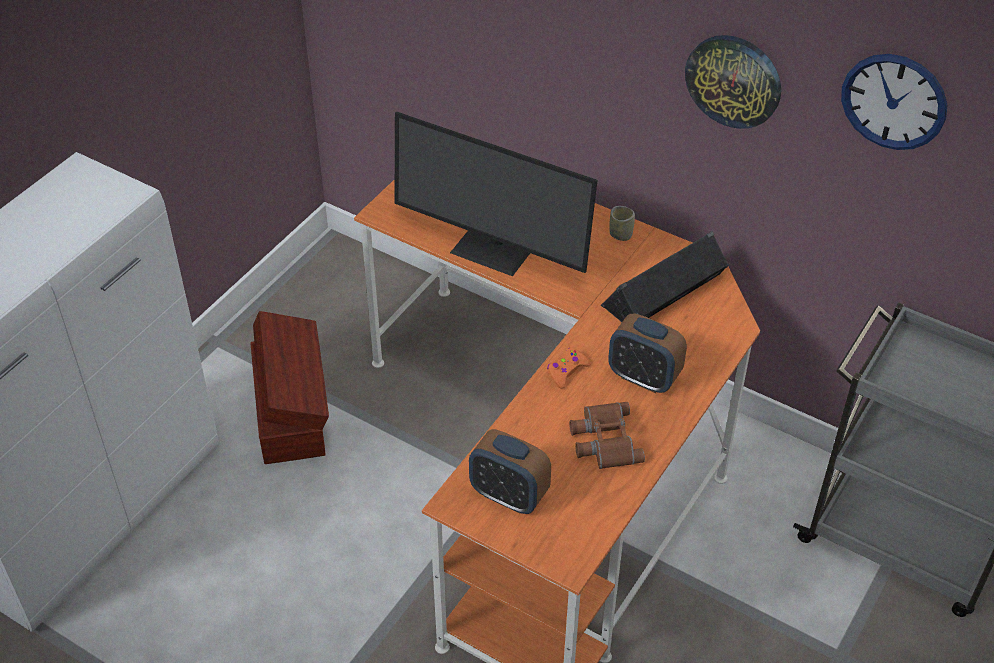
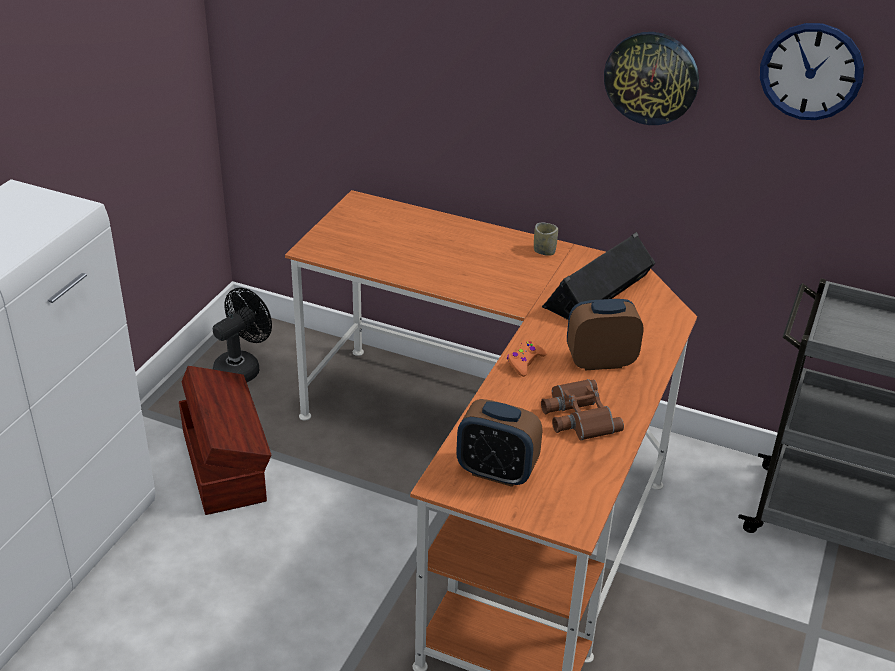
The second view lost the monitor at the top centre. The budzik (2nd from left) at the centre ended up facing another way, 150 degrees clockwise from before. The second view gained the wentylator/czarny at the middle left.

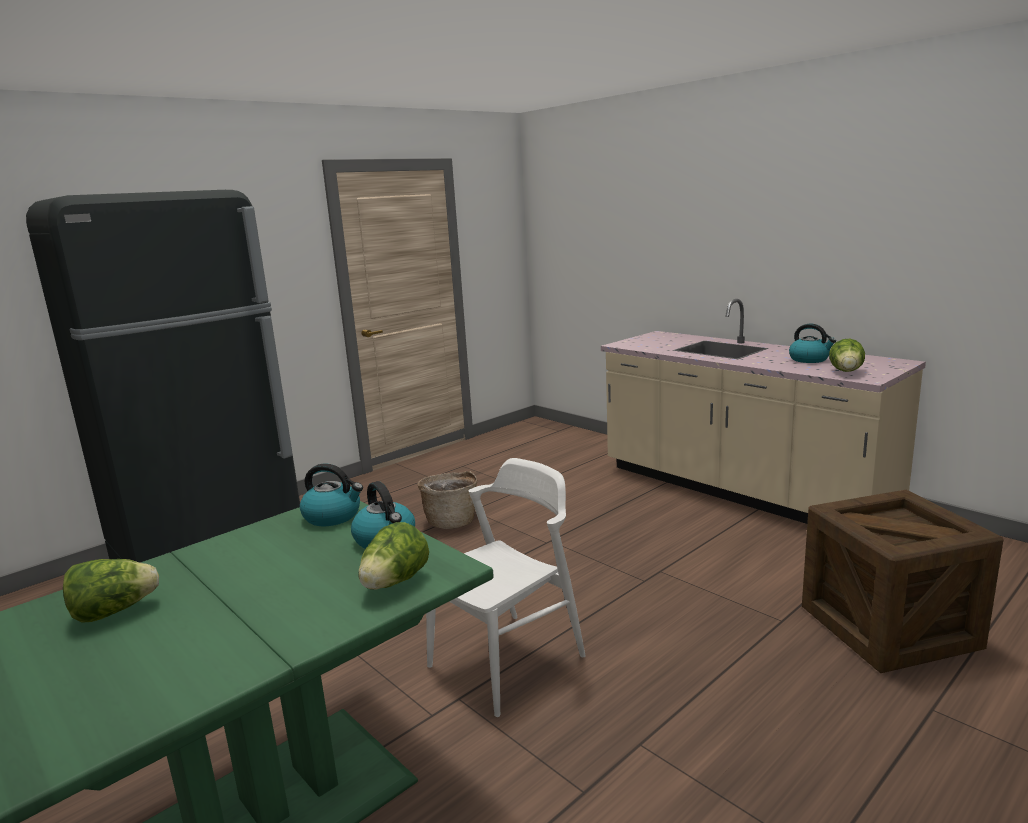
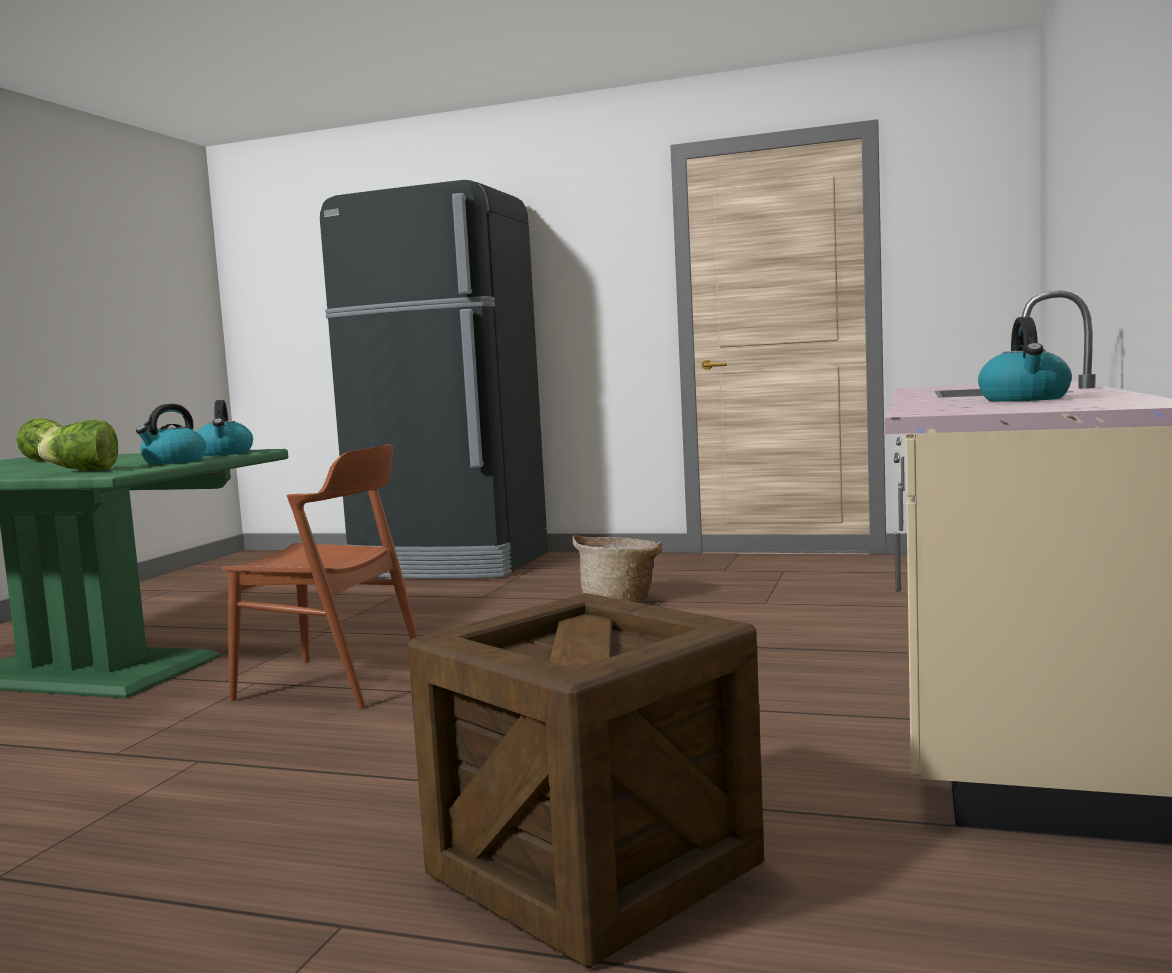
The second view lost the sałata (3rd from left) at the middle right. What was the krzesło/biały at the bottom centre turned into the krzesło/brązowy at the middle left.

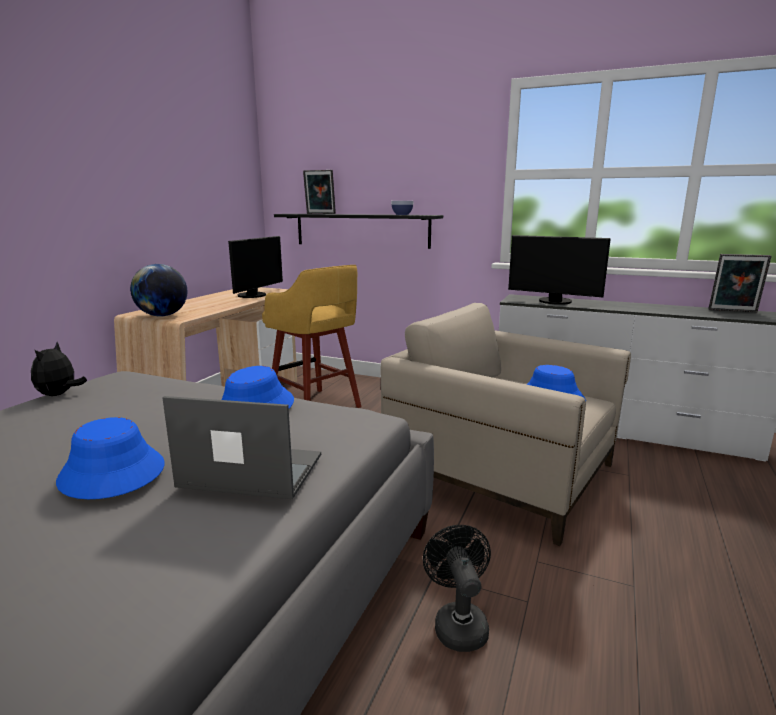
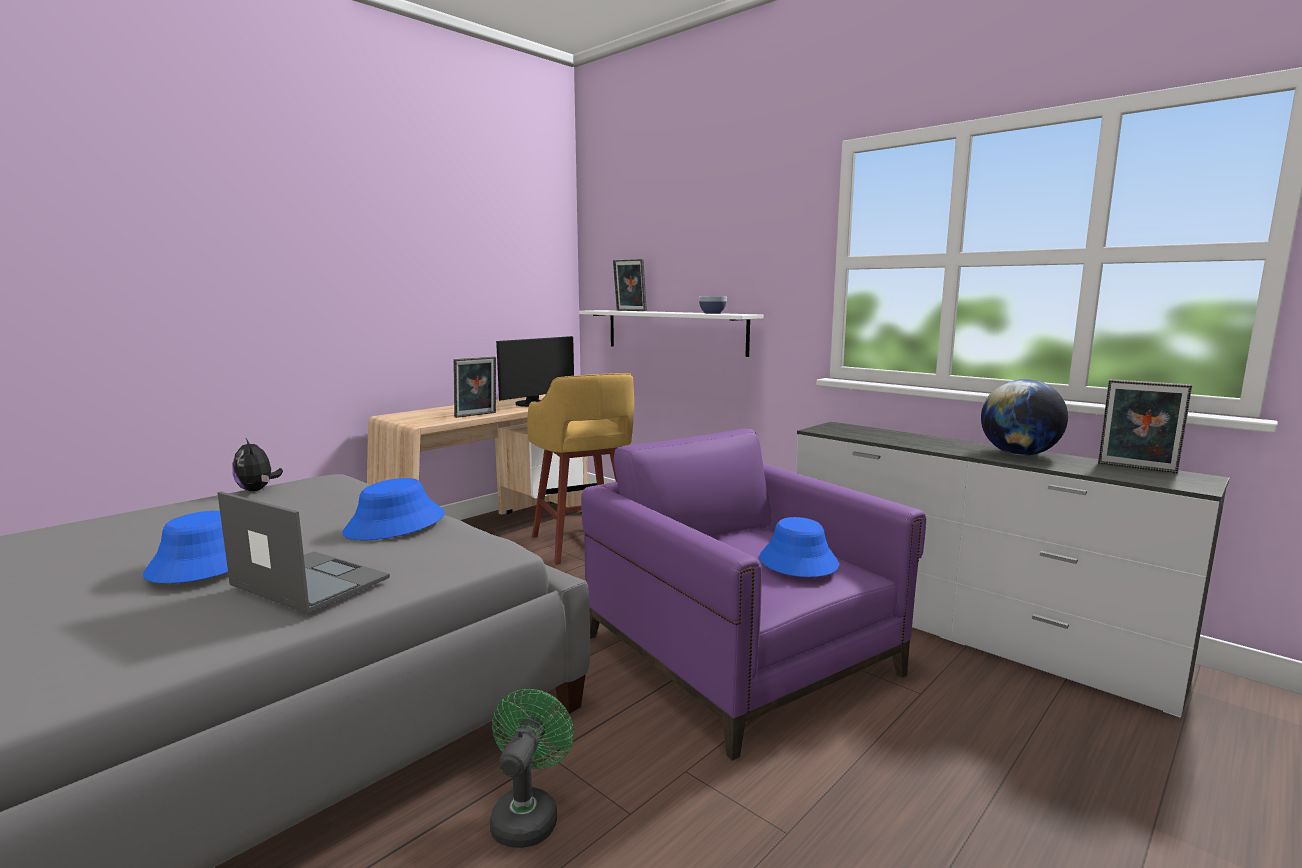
What was the półka/czarny at the top centre turned into the półka/biały at the centre. The second view lost the monitor (2nd from left) at the middle right. The globus ended up elsewhere, having gone from the middle left to the middle right. What was the fotel/beżowy at the centre turned into the fotel/fioletowy at the bottom centre. The pluszak at the middle left ended up facing another way, 60 degrees counterclockwise from before. What was the wentylator/czarny at the bottom centre turned into the wentylator/zielony at the bottom centre. The second view gained the ramka na zdjęcie (1st from left) at the centre.

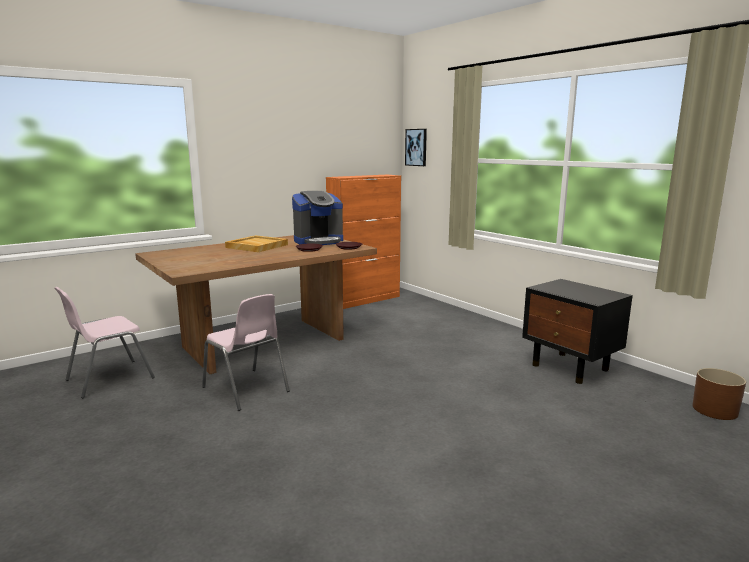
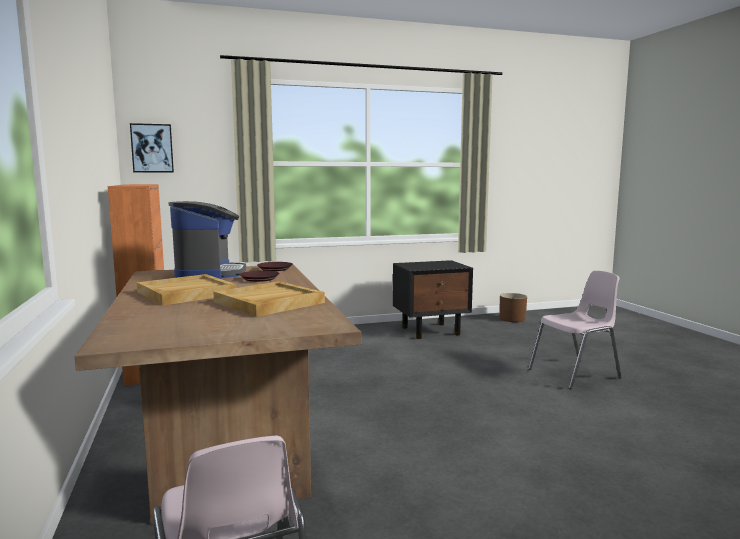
The krzesło/różowy (2nd from left) ended up elsewhere, having gone from the middle left to the middle right. The second view gained the taca/beżowy (2nd from left) at the centre.

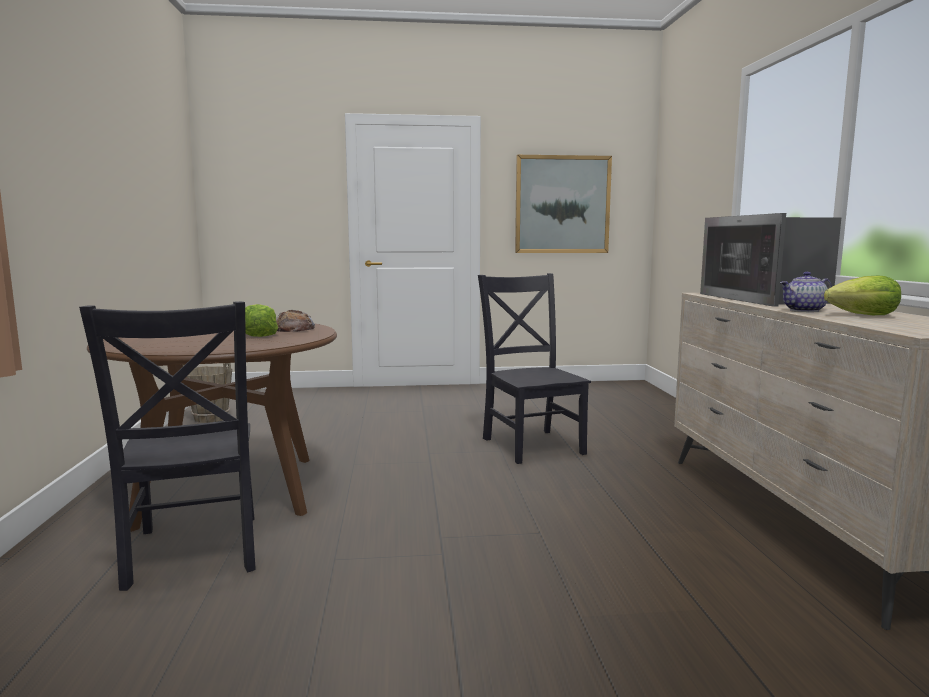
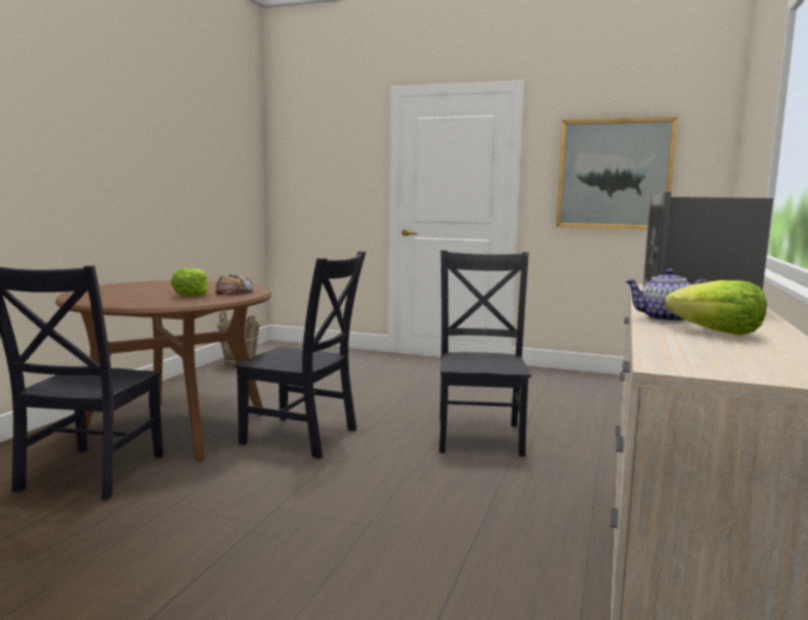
The second view gained the krzesło/czarny (2nd from left) at the centre.

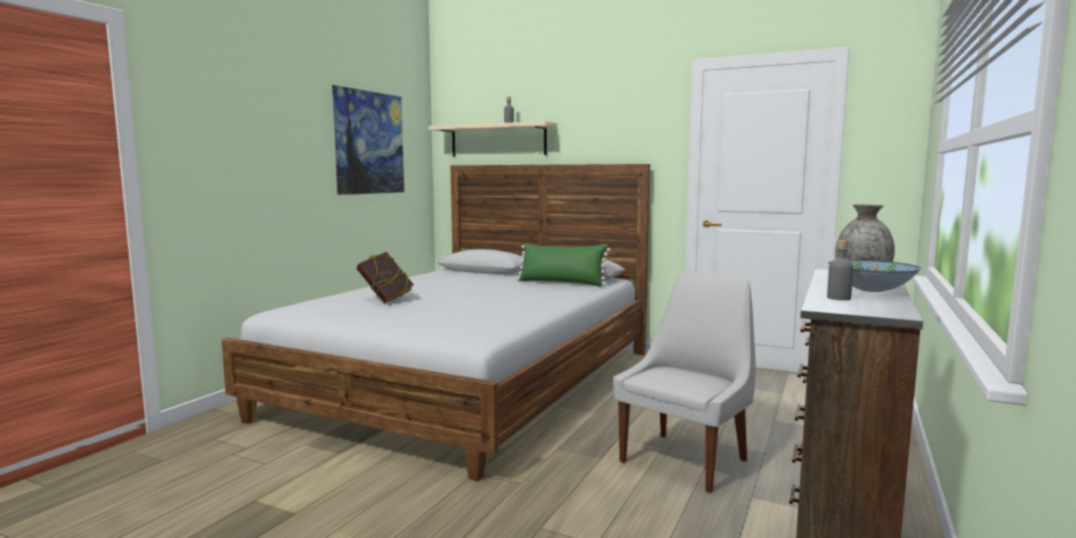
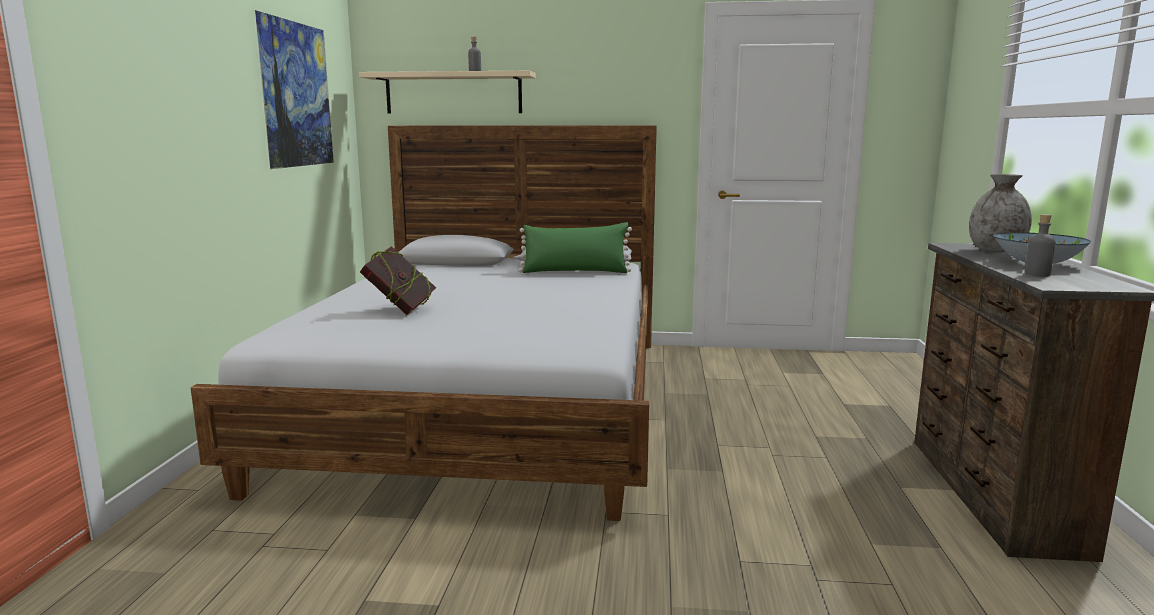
The second view lost the krzesło/biały at the bottom centre.

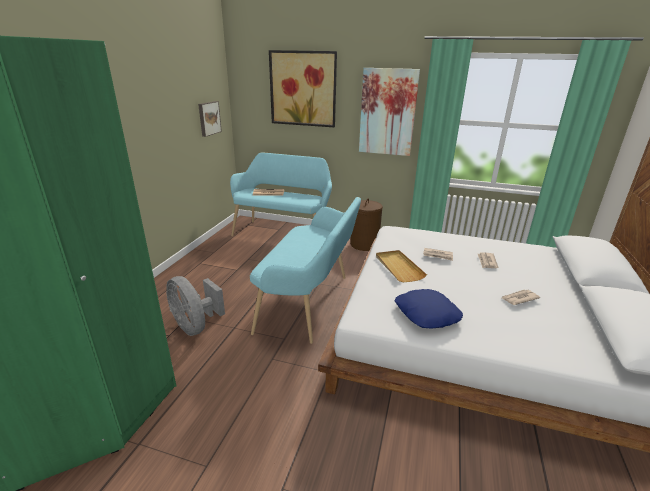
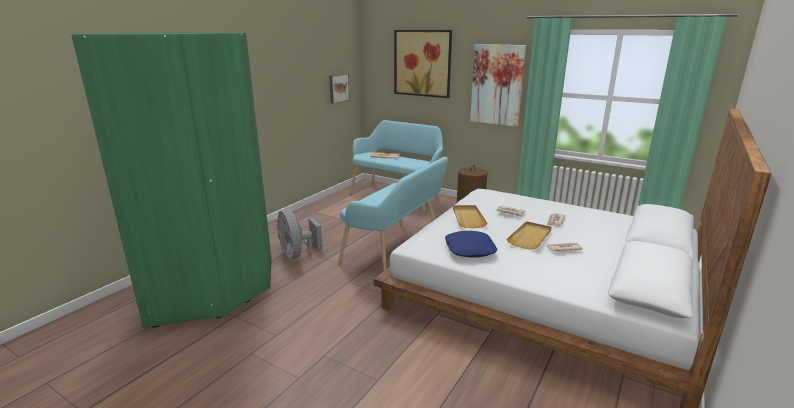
The second view gained the taca/beżowy (2nd from left) at the centre.

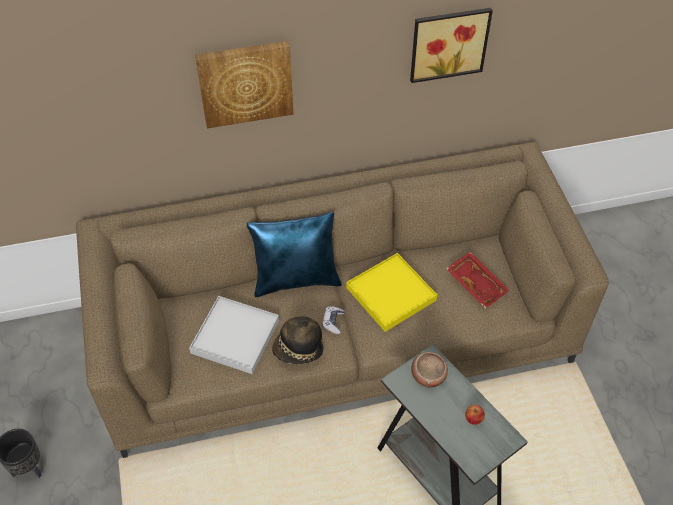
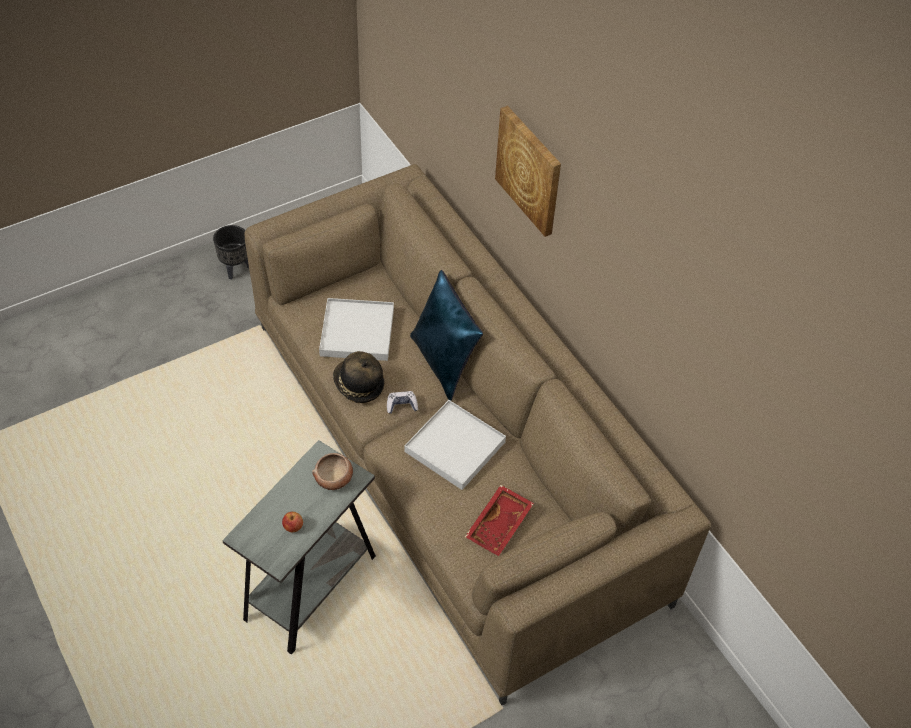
The second view lost the obraz (2nd from left) at the top right. What was the taca/żółty at the centre turned into the taca/biały (2nd from left) at the centre.

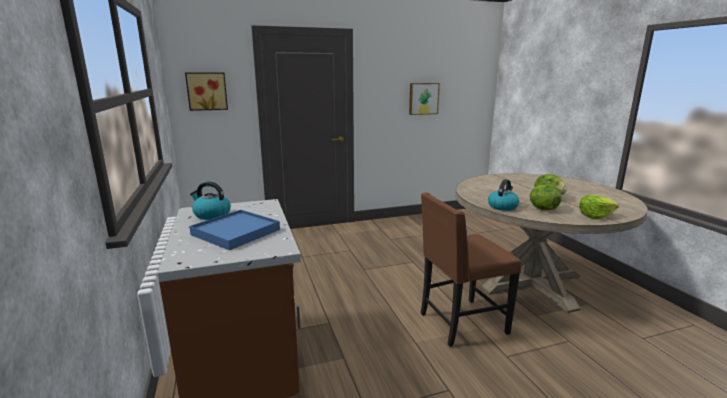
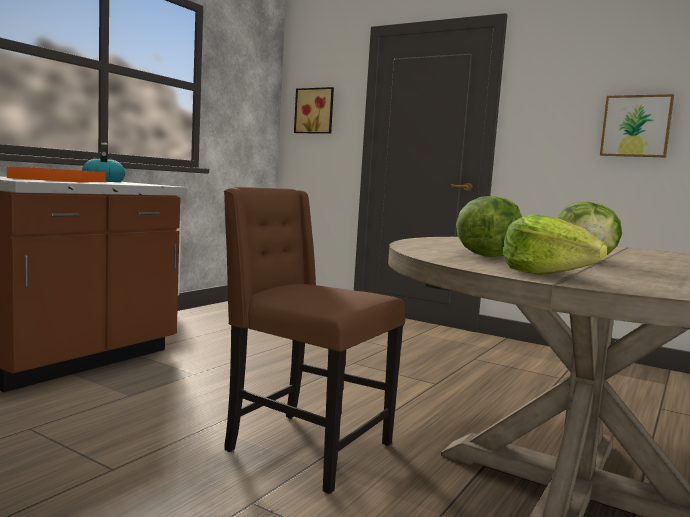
The second view lost the czajnik (2nd from left) at the middle right. What was the taca/niebieski at the middle left turned into the taca/pomarańczowy at the middle left.

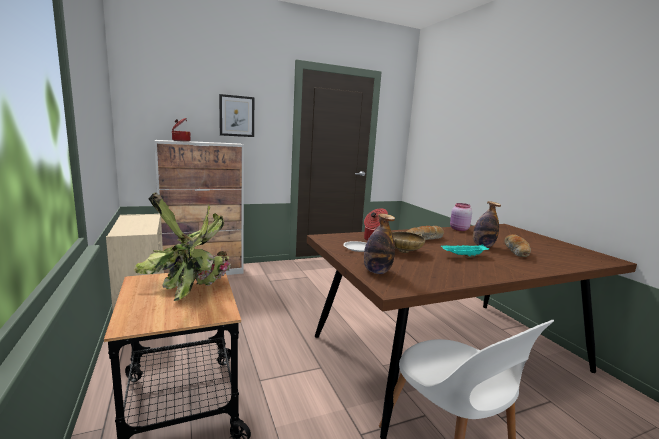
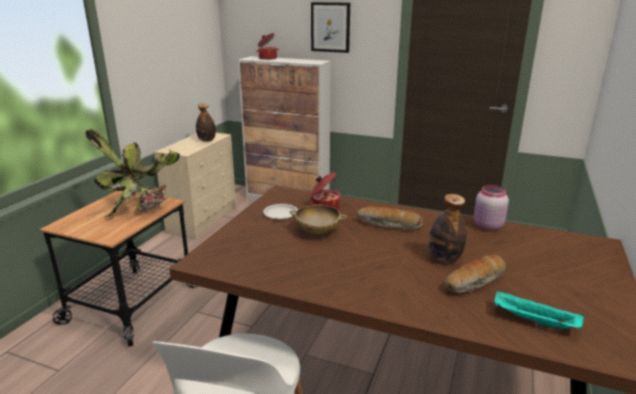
The butelka (1st from left) ended up elsewhere, having gone from the centre to the top left. The taca/turkusowy ended up elsewhere, having gone from the middle right to the bottom right.

